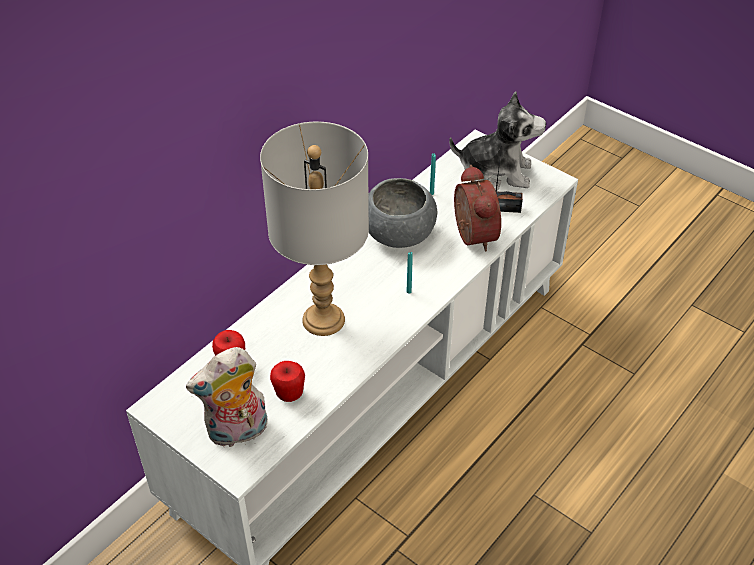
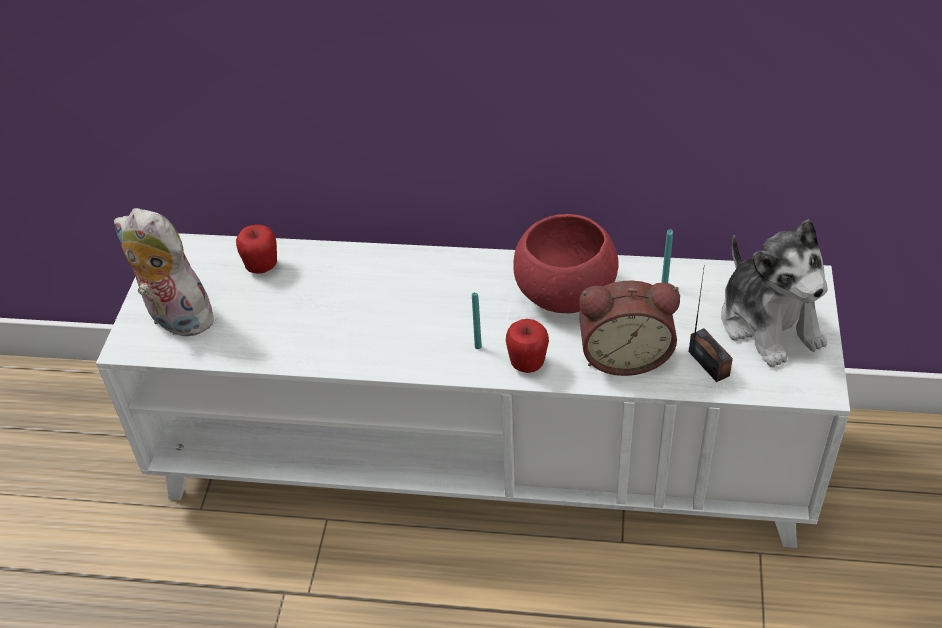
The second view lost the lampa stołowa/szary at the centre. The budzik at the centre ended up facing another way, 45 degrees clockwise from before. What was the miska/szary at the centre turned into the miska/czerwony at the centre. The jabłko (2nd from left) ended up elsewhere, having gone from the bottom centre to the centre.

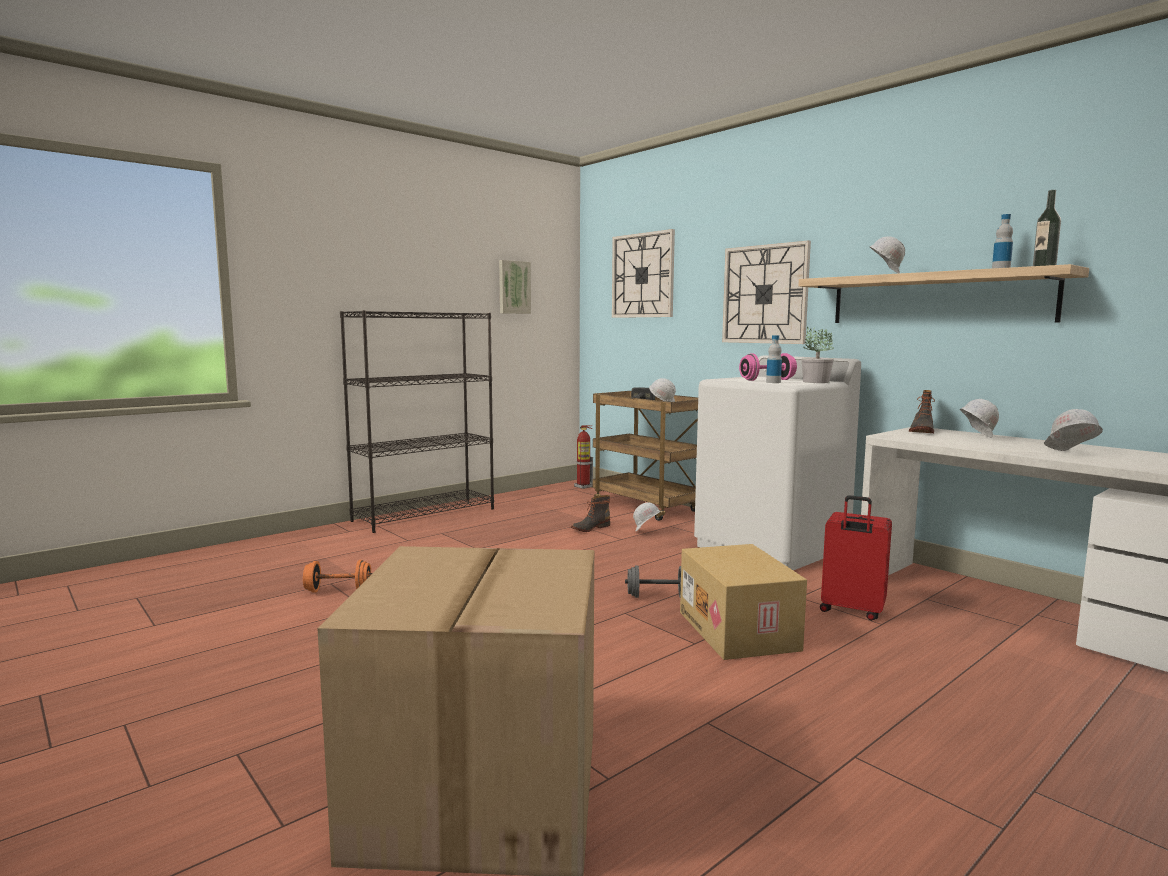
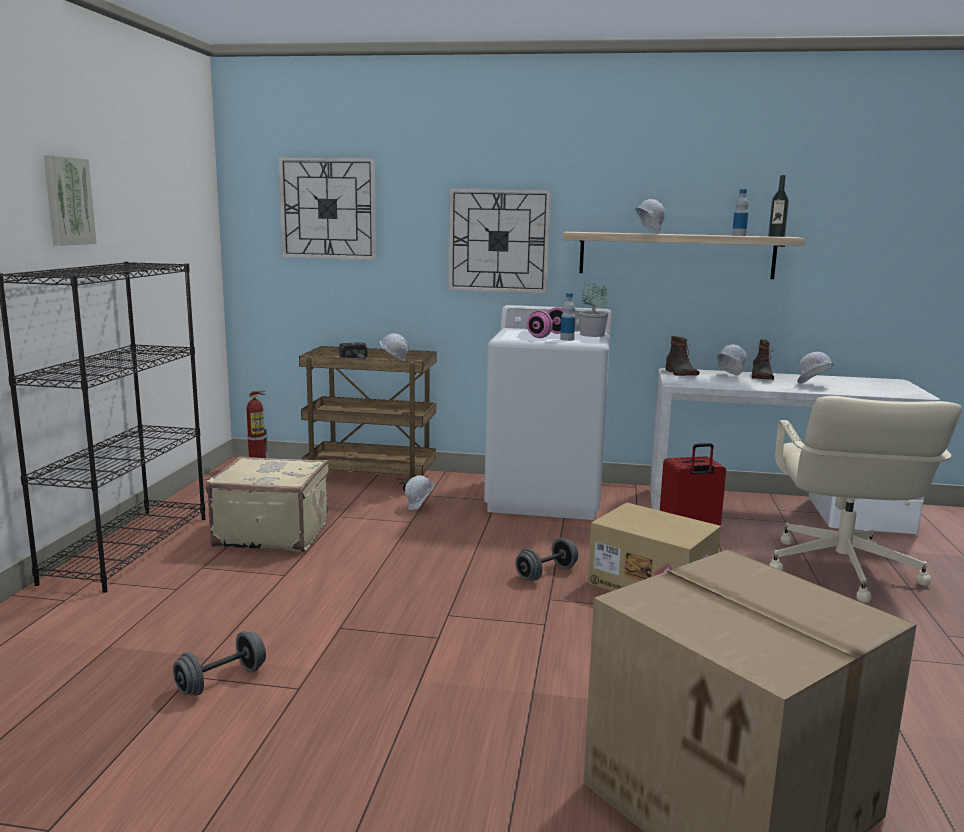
The obraz ended up elsewhere, having gone from the top centre to the top left. The but z cholewką (1st from left in the first image) ended up elsewhere, having gone from the centre to the middle right. What was the hantel/pomarańczowy at the middle left turned into the hantel/szary (1st from left) at the bottom left. The second view gained the krzesło biurowe/beżowy at the middle right. The second view gained the walizka/beżowy at the middle left.

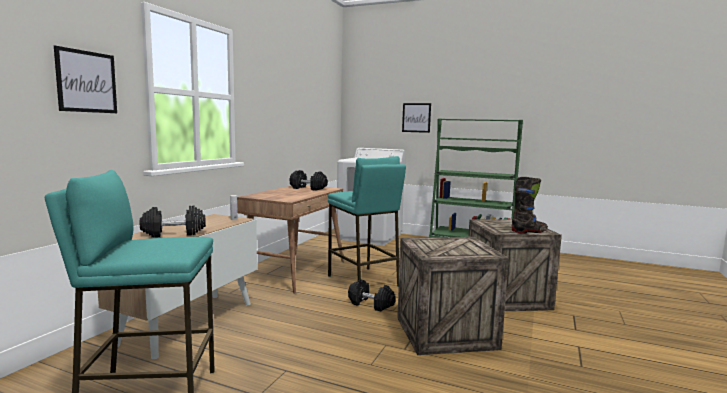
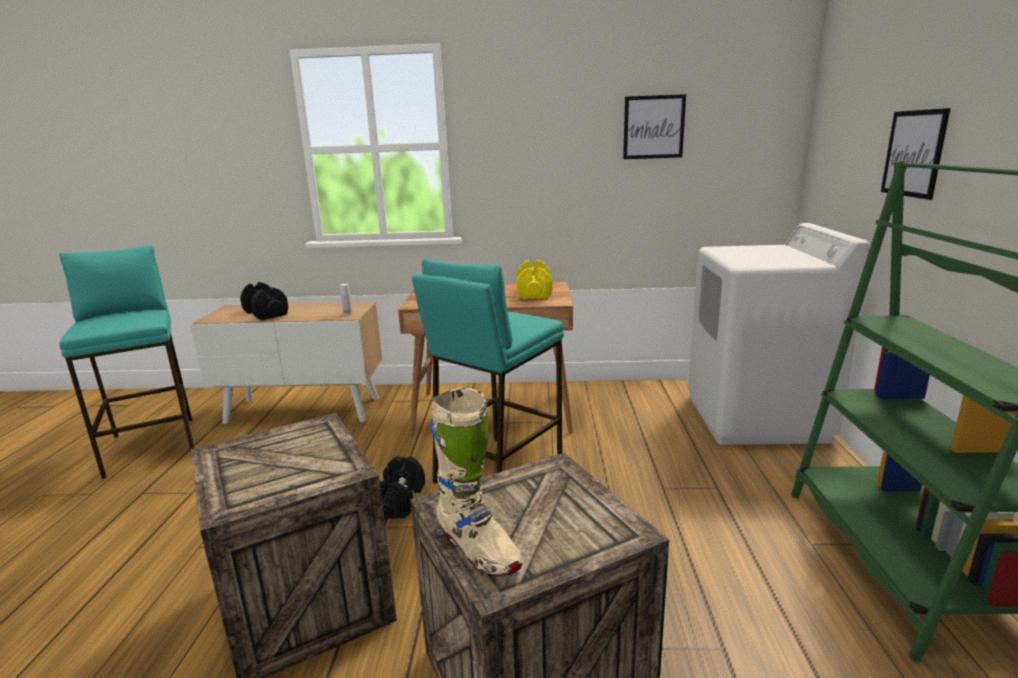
The obraz (1st from left) ended up elsewhere, having gone from the top left to the top centre. What was the hantel/czarny (2nd from left) at the centre turned into the hantel/żółty at the centre. What was the but z cholewką/czarny at the middle right turned into the but z cholewką/beżowy at the bottom centre.

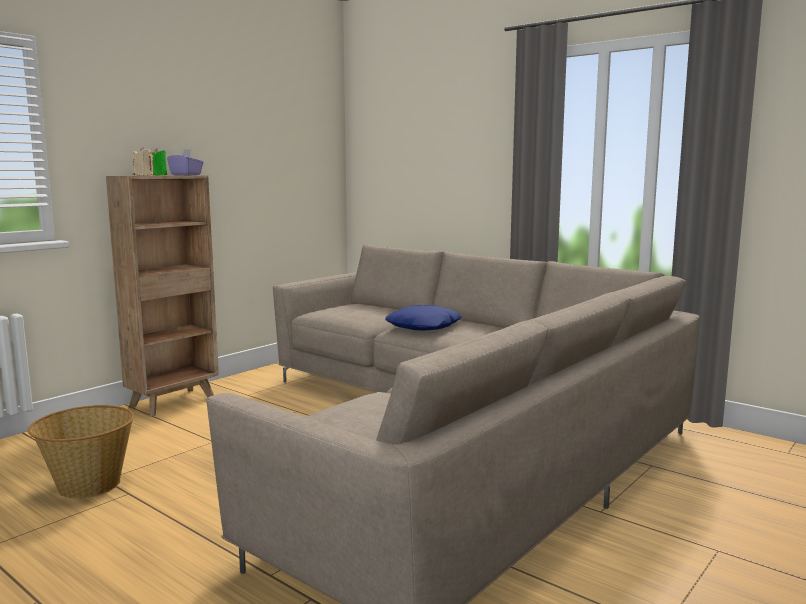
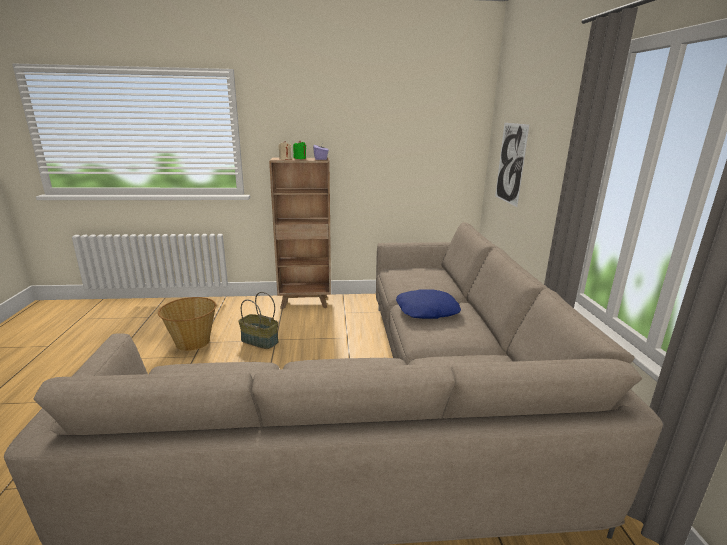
The second view gained the obraz at the top right. The second view gained the koszyk (2nd from left) at the centre.

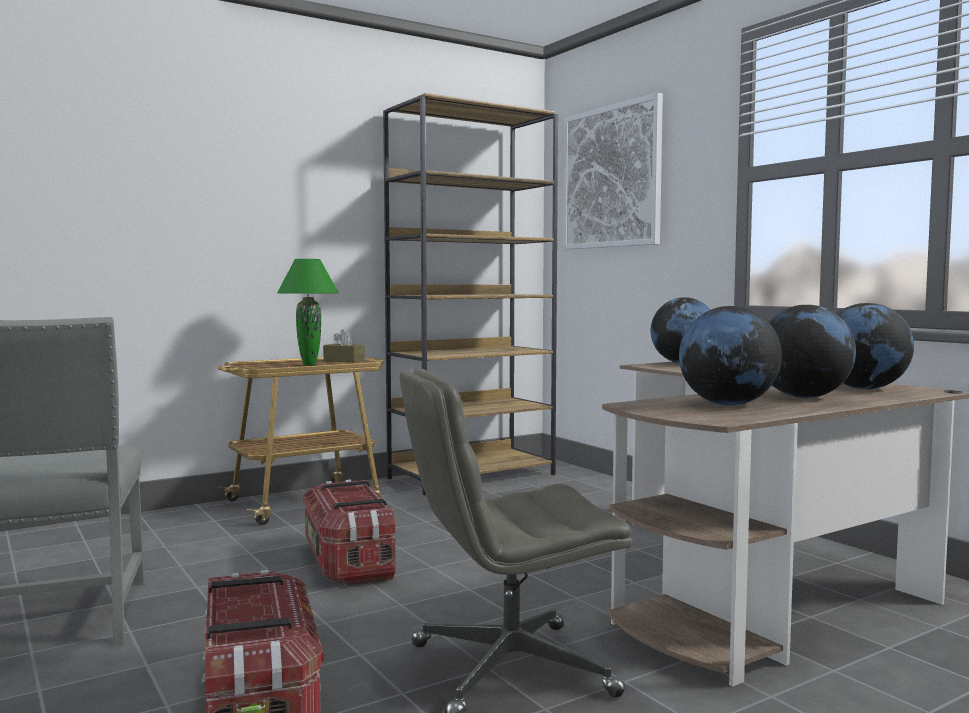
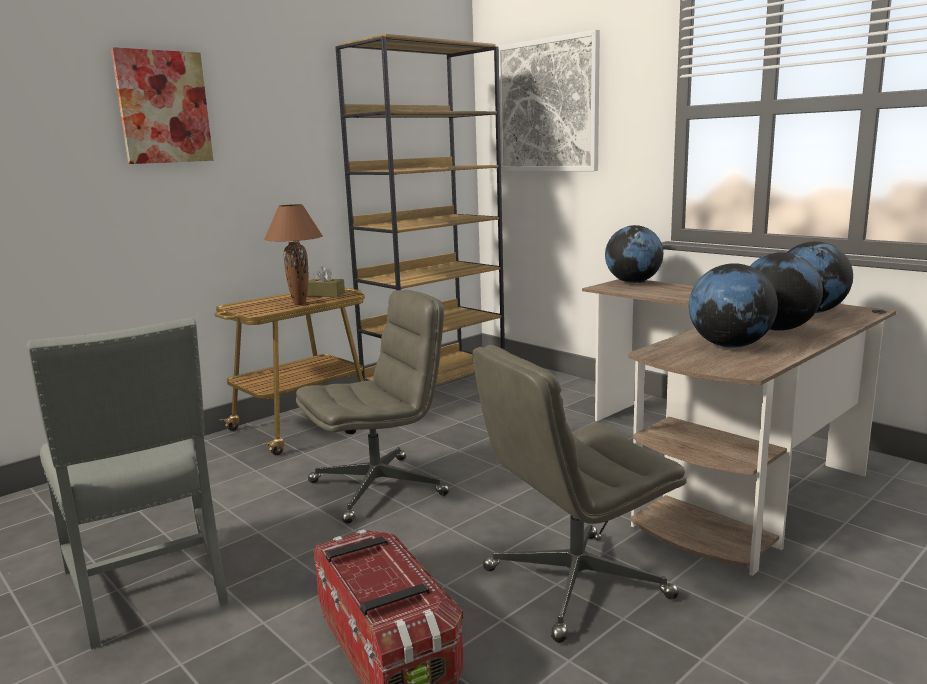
What was the lampa stołowa/zielony at the middle left turned into the lampa stołowa/brązowy at the middle left. Where the pojemnik do przechowywania (2nd from left) stood at the bottom centre, the krzesło biurowe/szary (1st from left) came to stand at the centre. The second view gained the obraz (1st from left) at the top left.

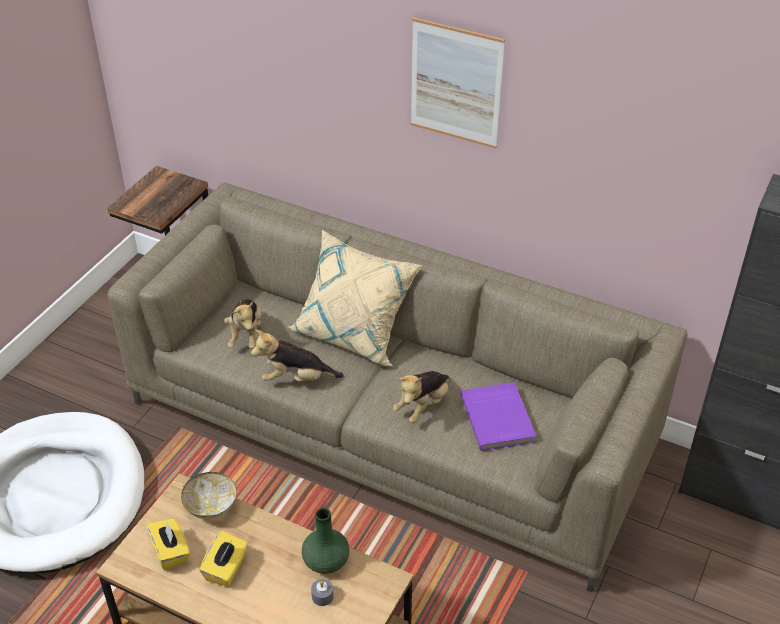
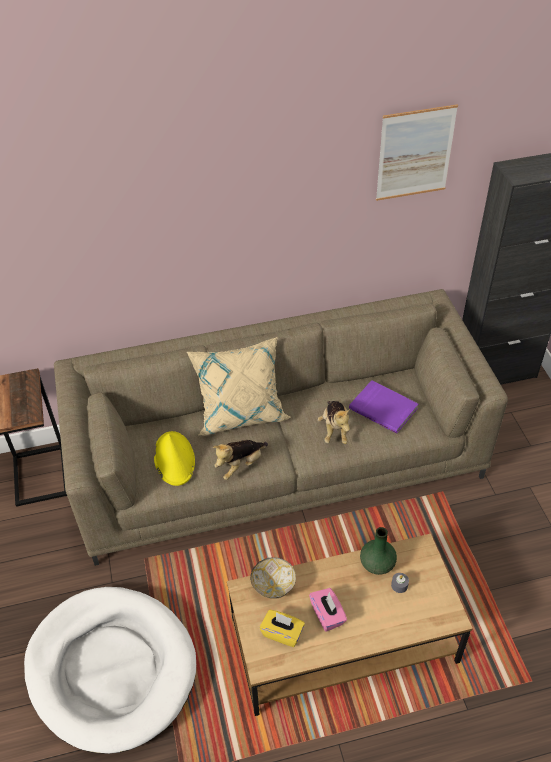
The obraz ended up elsewhere, having gone from the top centre to the top right. Where the pluszak (1st from left) stood at the middle left, the kapelusz/żółty came to stand at the middle left. What was the pudełko chusteczek/żółty (2nd from left) at the bottom left turned into the pudełko chusteczek/różowy at the bottom centre.

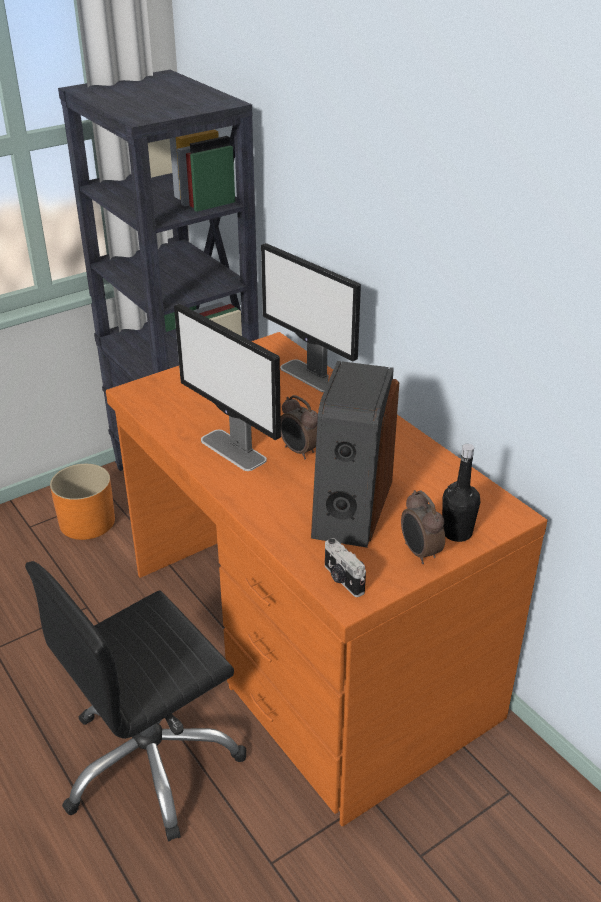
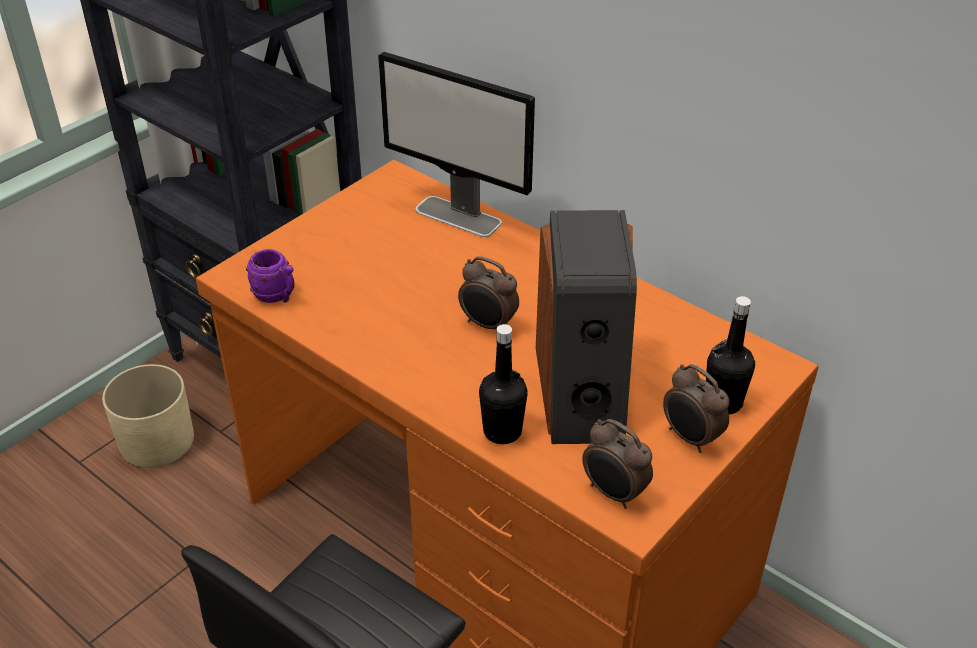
The second view lost the monitor (1st from left) at the centre. What was the donica/pomarańczowy at the middle left turned into the donica/beżowy at the middle left. Where the aparat fotograficzny stood at the centre, the budzik (2nd from left) came to stand at the bottom centre. The second view gained the kubek/fioletowy at the middle left. The second view gained the butelka/czarny (1st from left) at the centre.

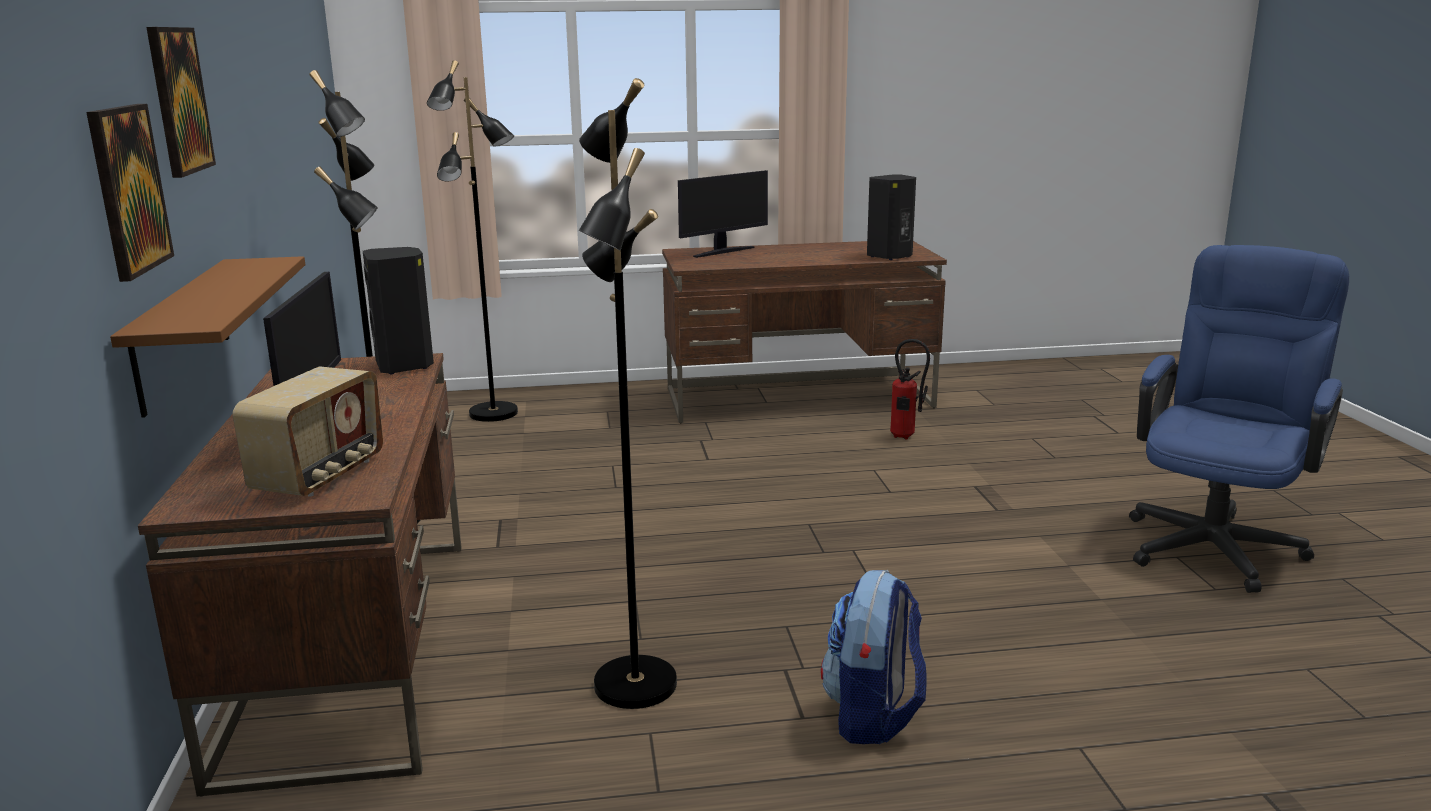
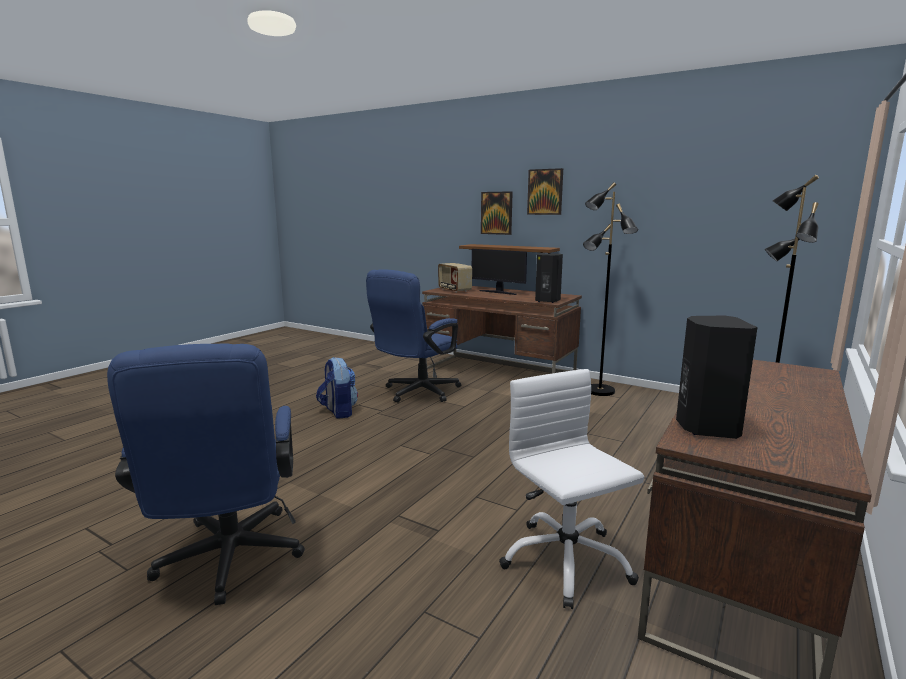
Where the lampa stojąca/czarny (3rd from left) stood at the centre, the krzesło biurowe/niebieski (2nd from left) came to stand at the centre. The second view lost the monitor (2nd from left) at the top centre. Where the gaśnica stood at the centre, the krzesło biurowe/biały came to stand at the bottom centre.

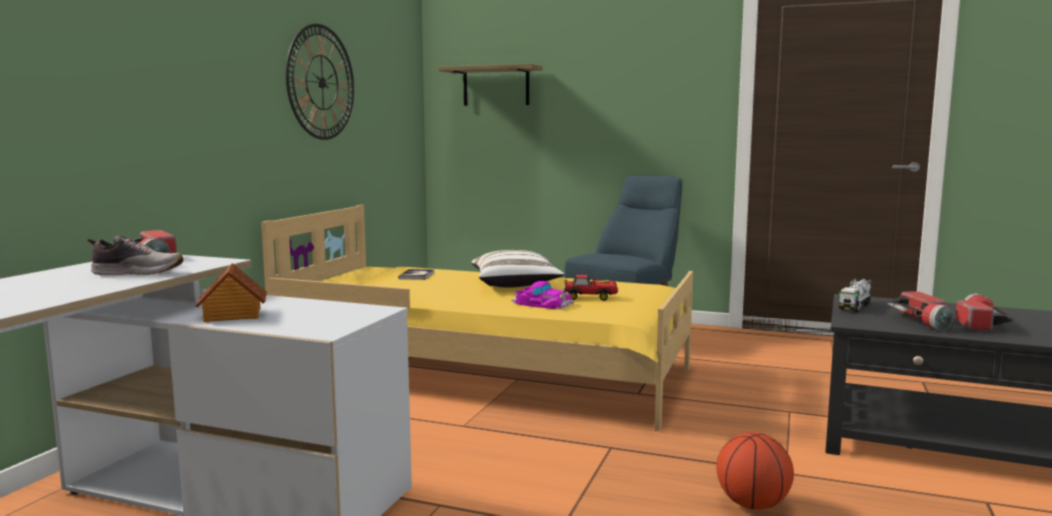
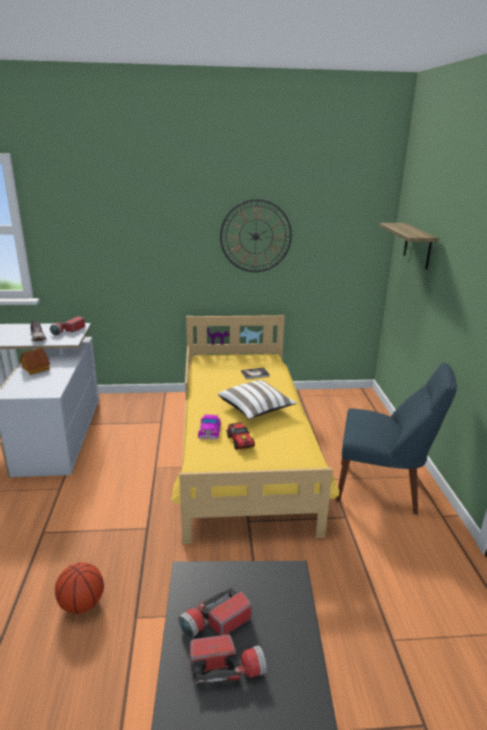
The second view lost the ciężarówka zabawkowa at the middle right.

